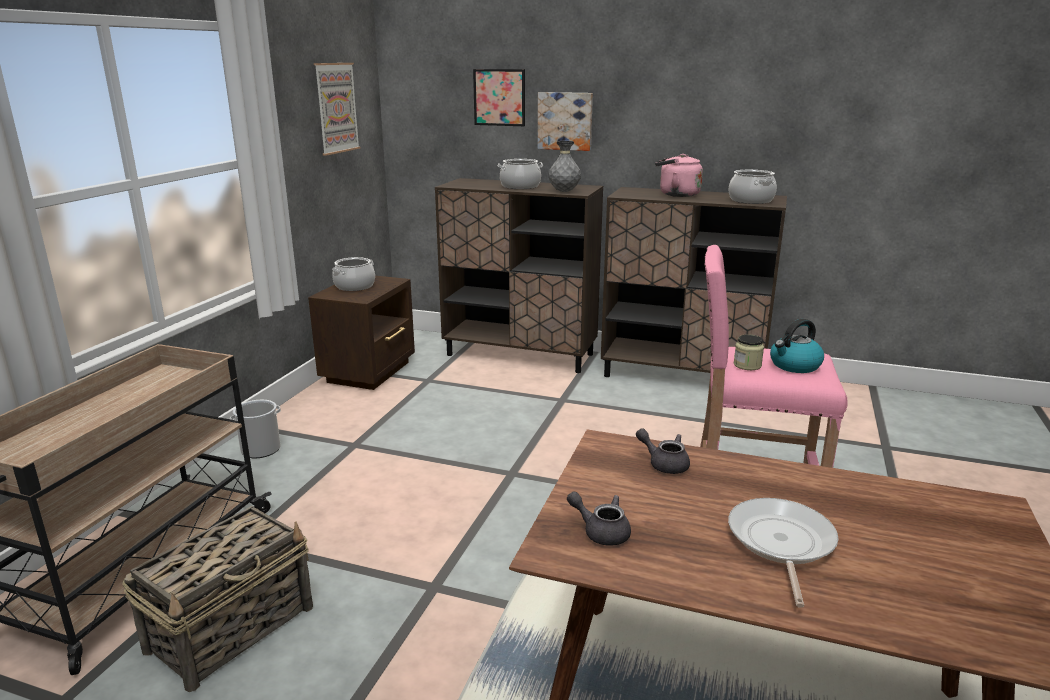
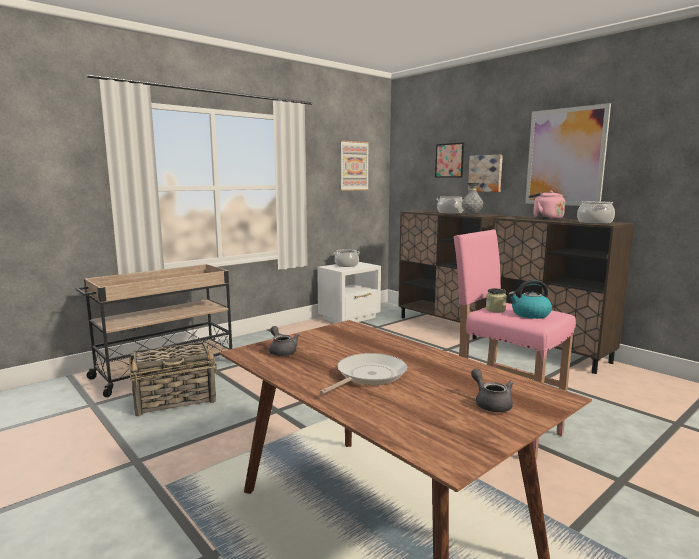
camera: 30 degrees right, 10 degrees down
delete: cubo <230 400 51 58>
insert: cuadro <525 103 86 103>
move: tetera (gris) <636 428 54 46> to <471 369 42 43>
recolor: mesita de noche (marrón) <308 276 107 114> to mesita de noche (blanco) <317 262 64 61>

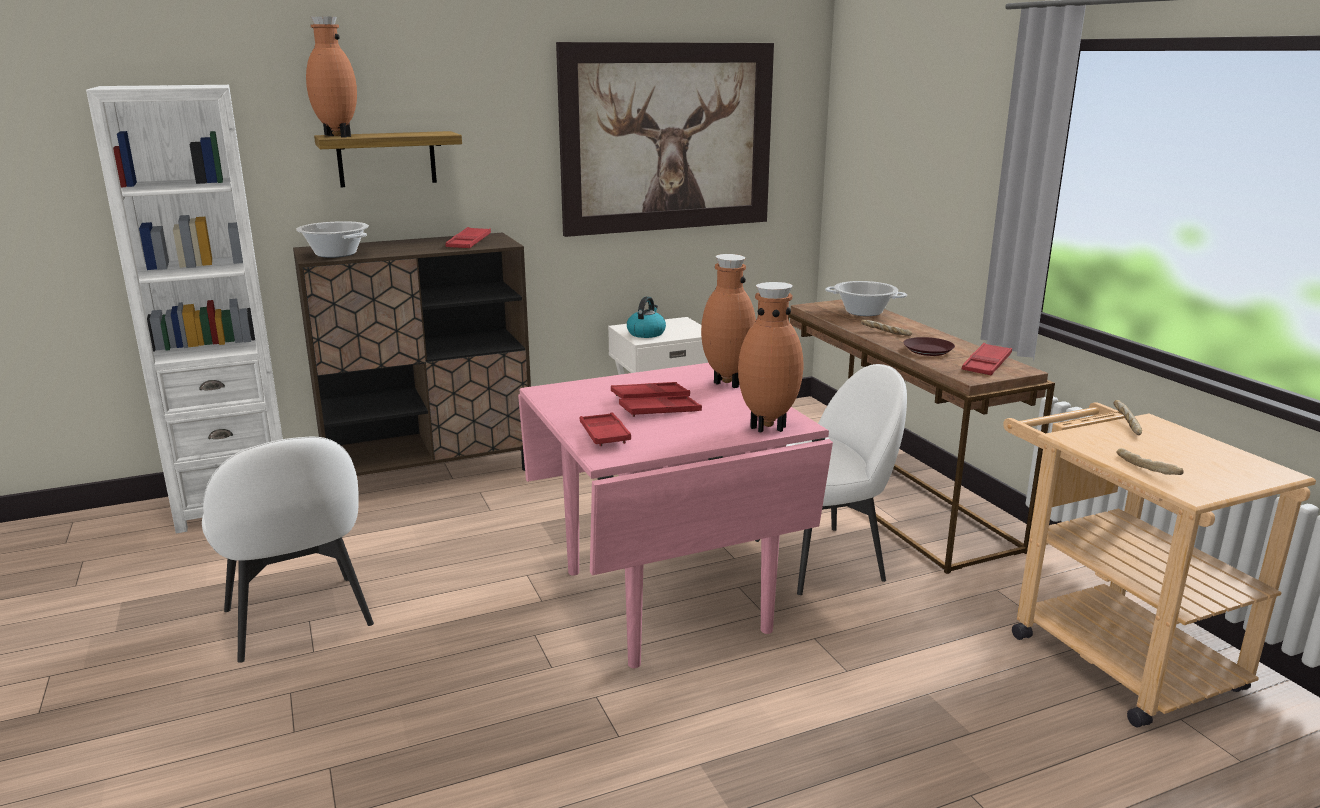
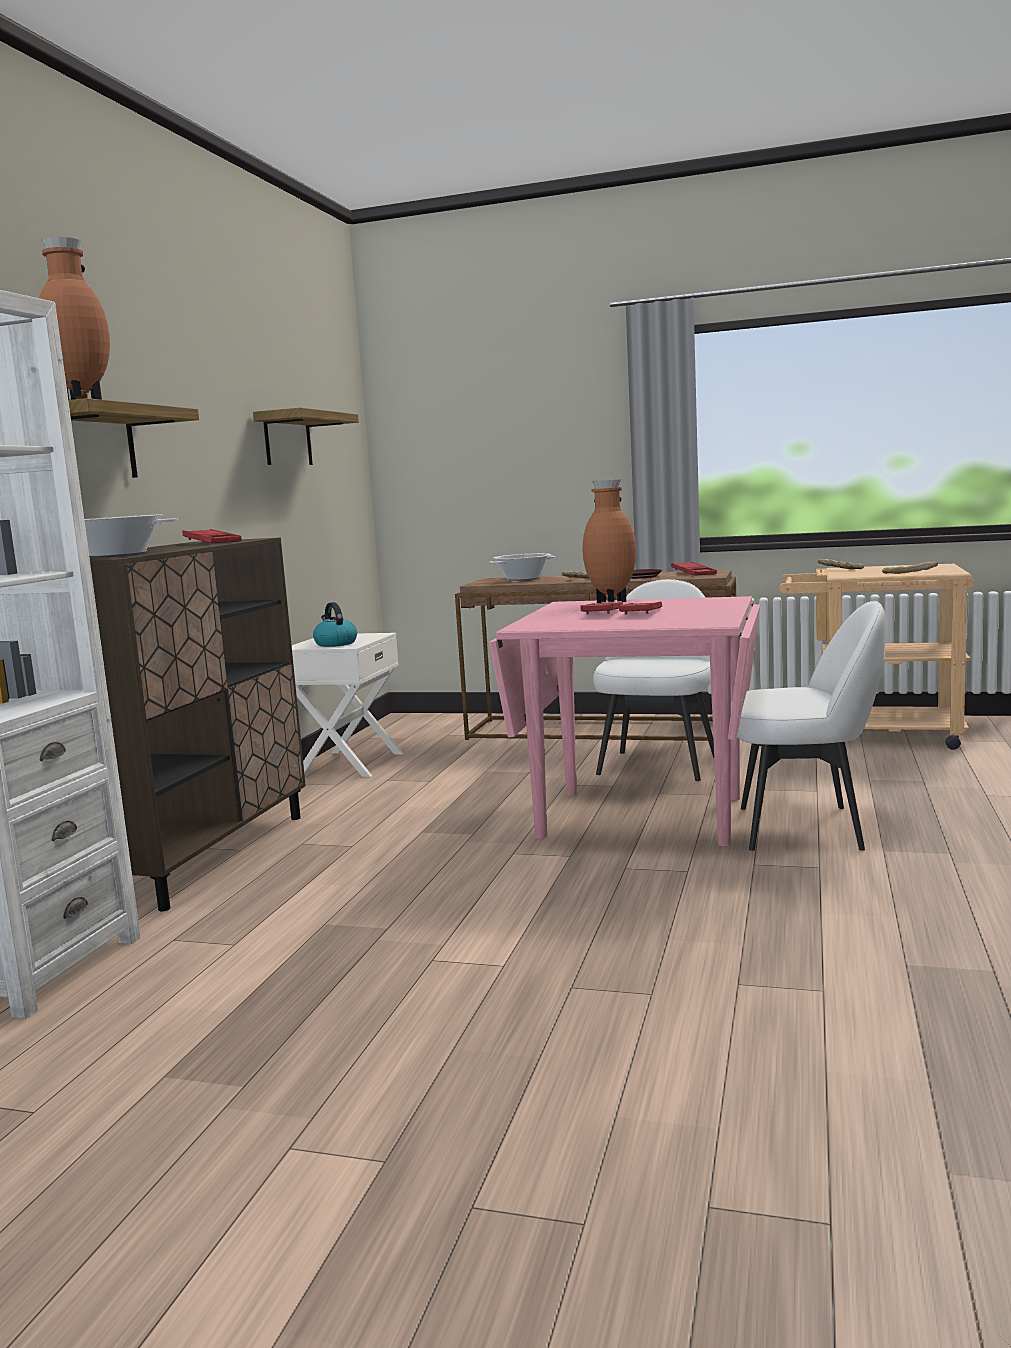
camera: 50 degrees left, 10 degrees down
delete: florero (marrón) <738 282 65 150>; bandeja (rojo) <580 412 51 34>
move: silla (blanco) <202 437 172 226> to <731 601 155 250>
replace: cuadro <556 42 218 195> to estante <253 408 106 57>

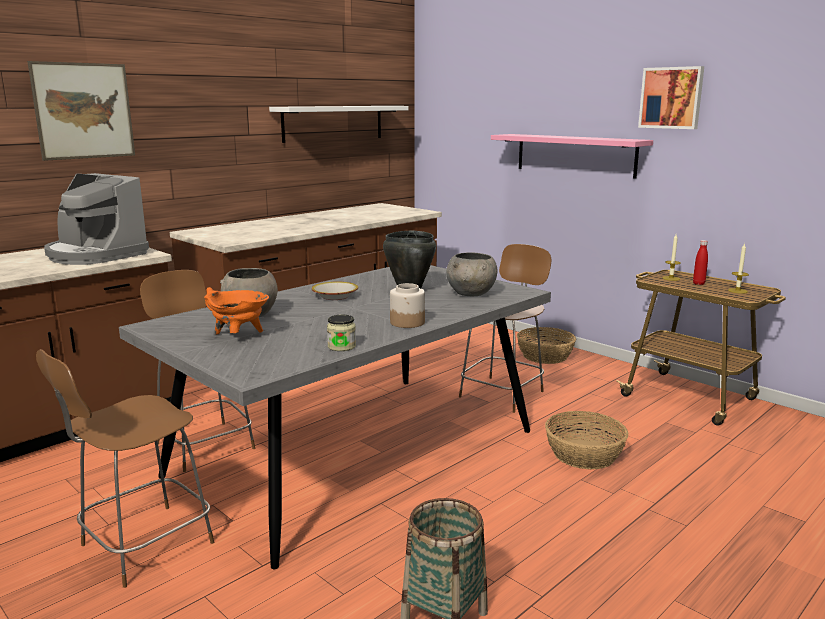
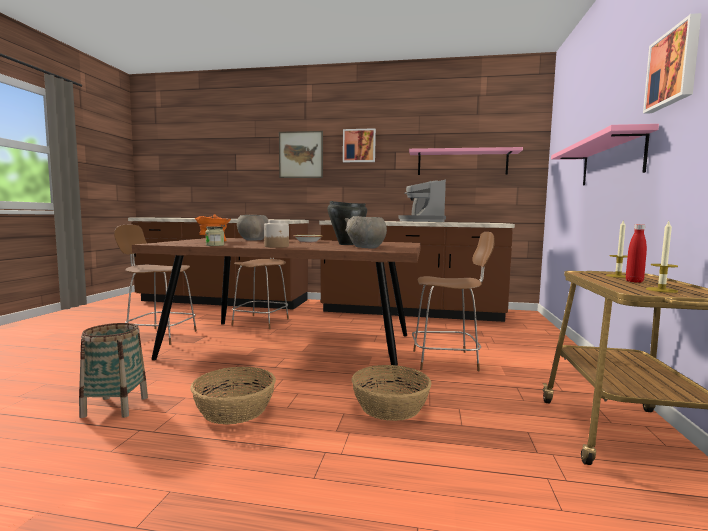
camera: 55 degrees right, 10 degrees down
insert: cuadro <343 128 33 34>
move: cafetera <44 173 105 92> to <398 180 48 42>; cesta <517 327 59 37> to <190 367 86 57>
recolor: estante (blanco) <269 106 140 37> to estante (rosa) <409 147 114 28>; mesa de comedor (gris) <119 265 432 304> to mesa de comedor (marrón) <132 238 289 138>

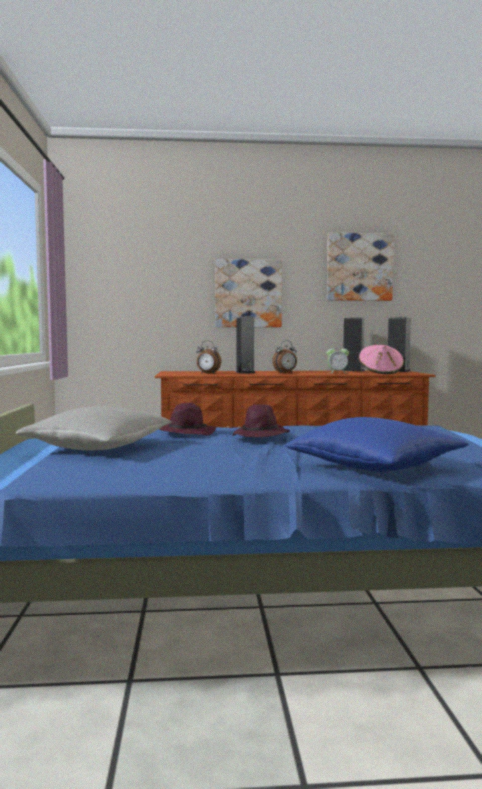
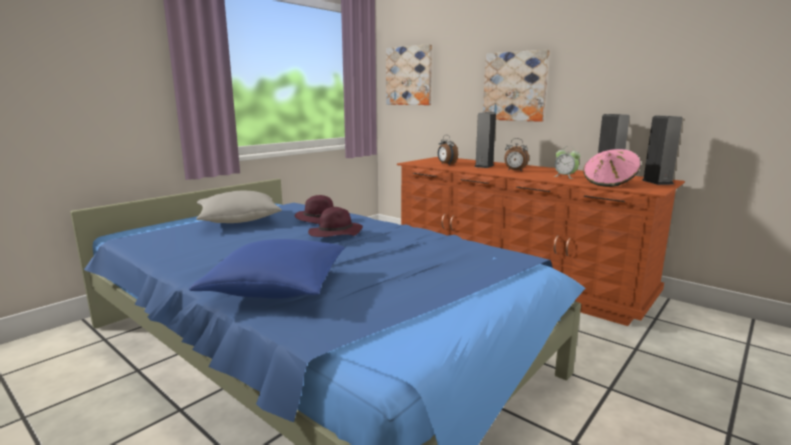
camera: 45 degrees right, 10 degrees up
move: cuadro <327 233 67 68> to <386 44 46 61>

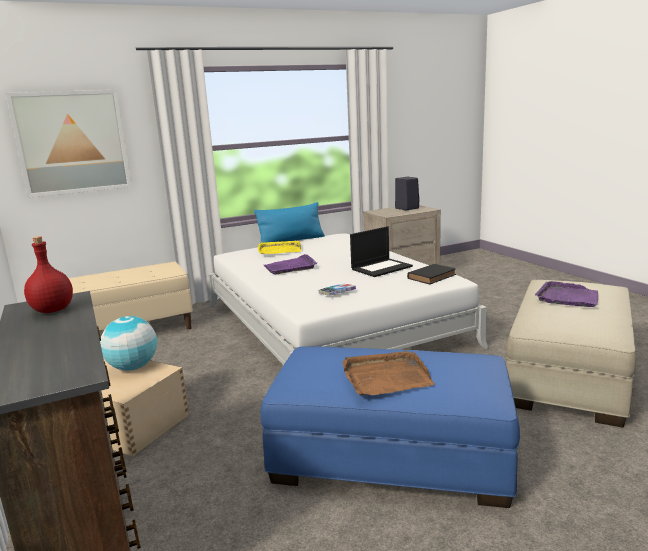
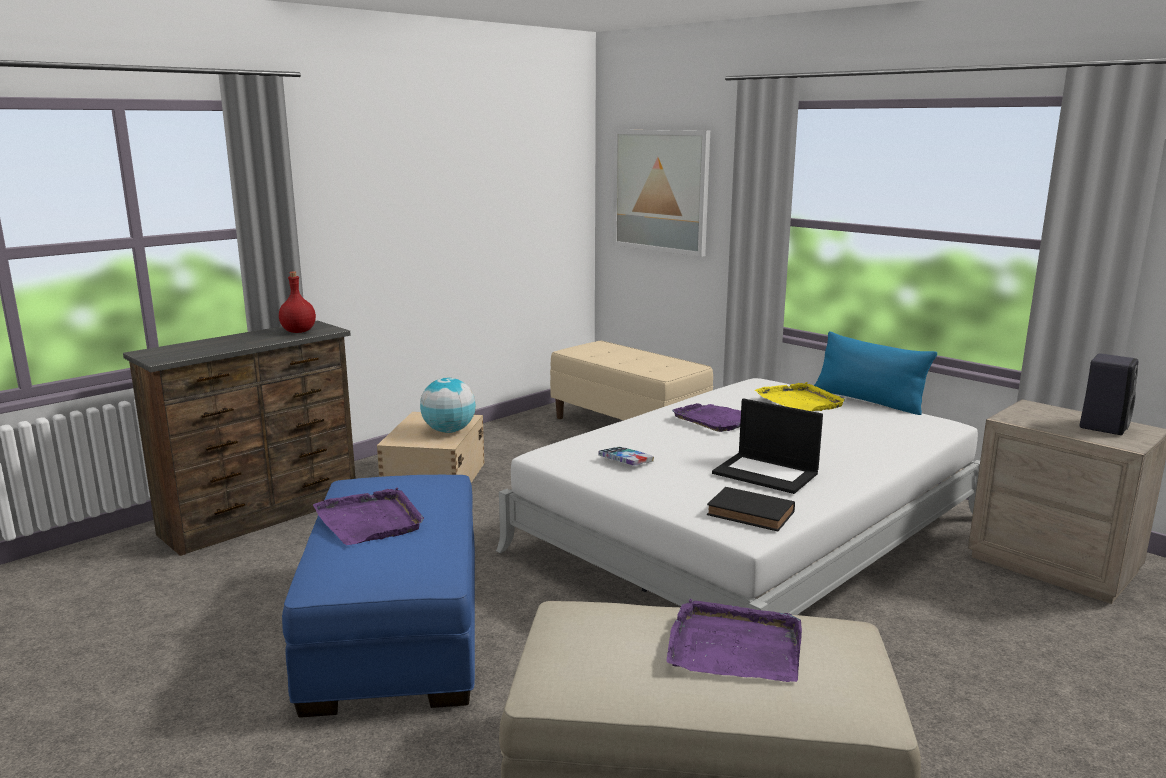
camera: 70 degrees right, 0 degrees up
recolor: bandeja (marrón) <342 351 93 45> to bandeja (morado) <313 488 111 57>

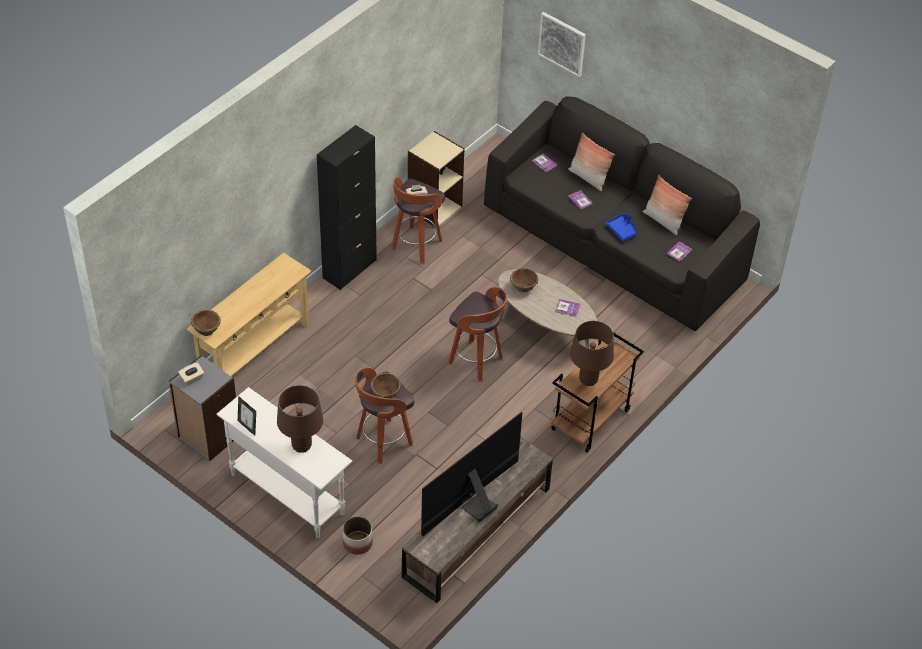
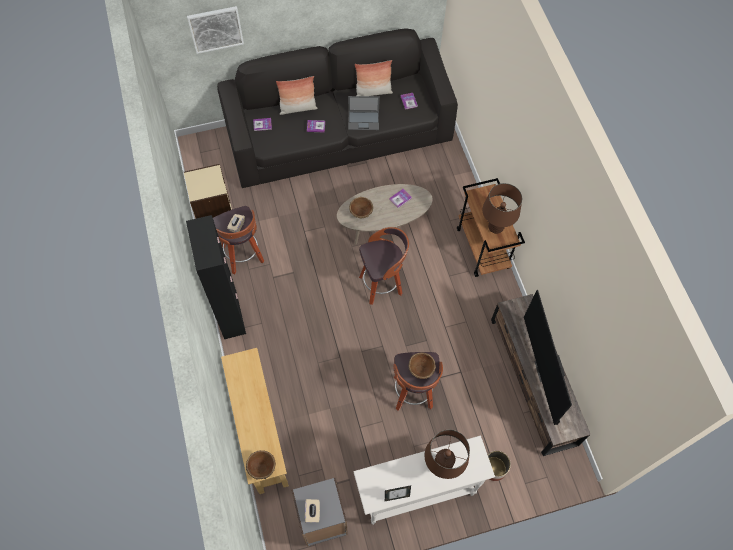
camera: 55 degrees left, 15 degrees up
replace: bandeja (azul) <605 213 32 29> to portátil <348 96 32 34>

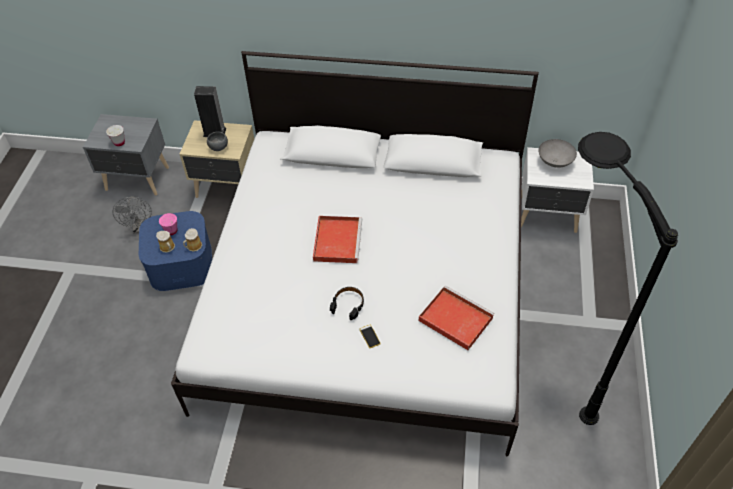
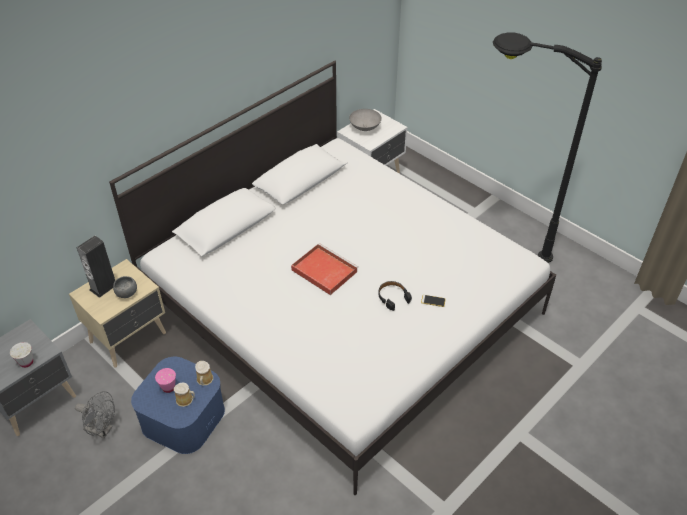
camera: 55 degrees left, 5 degrees down
delete: bandeja (rojo) <419 286 75 64>

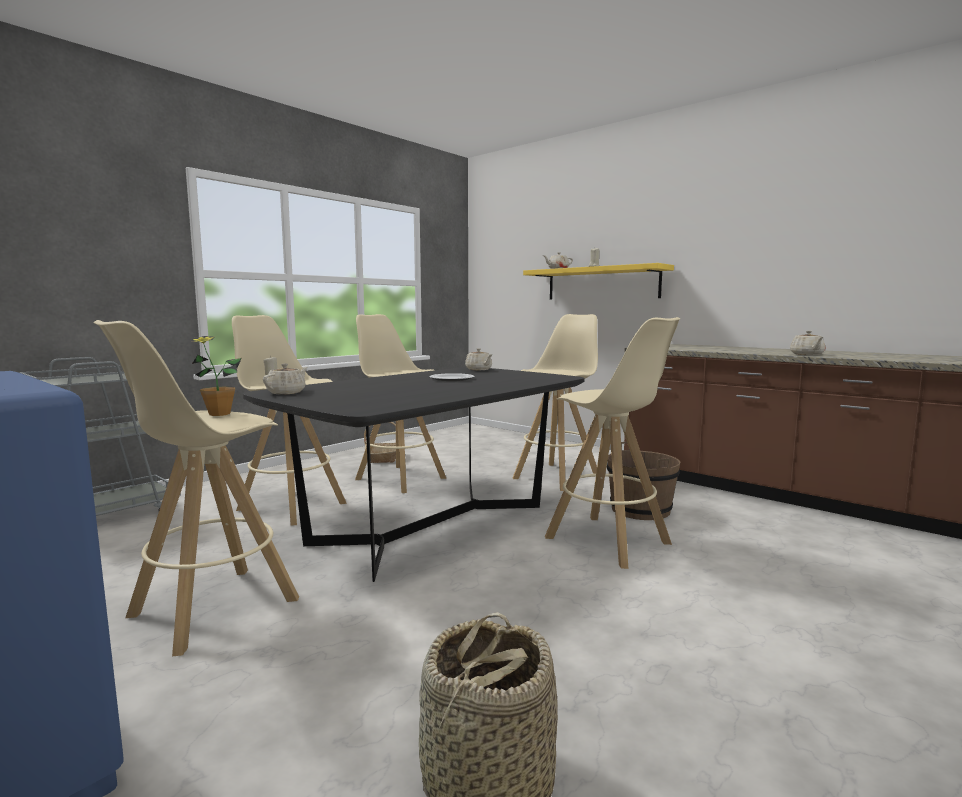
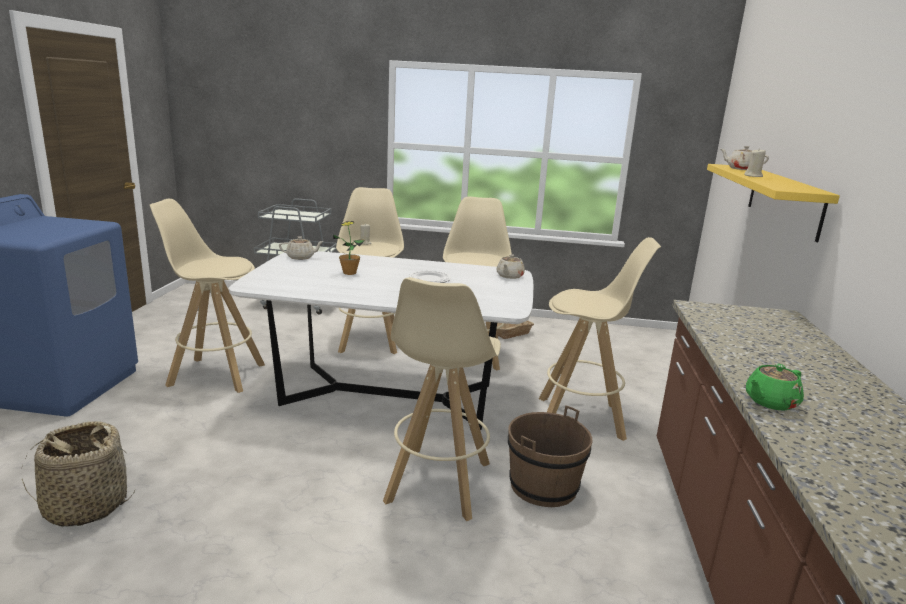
camera: 55 degrees right, 10 degrees up
move: planta en maceta <191 336 51 80> to <333 221 32 54>
recolor: tetera (beis) <790 331 35 24> to tetera (verde) <746 364 58 47>; mesa de comedor (negro) <243 367 342 215> to mesa de comedor (blanco) <229 251 304 179>

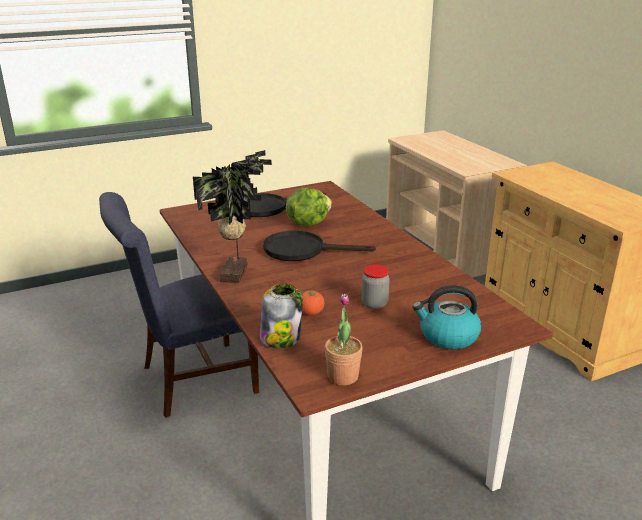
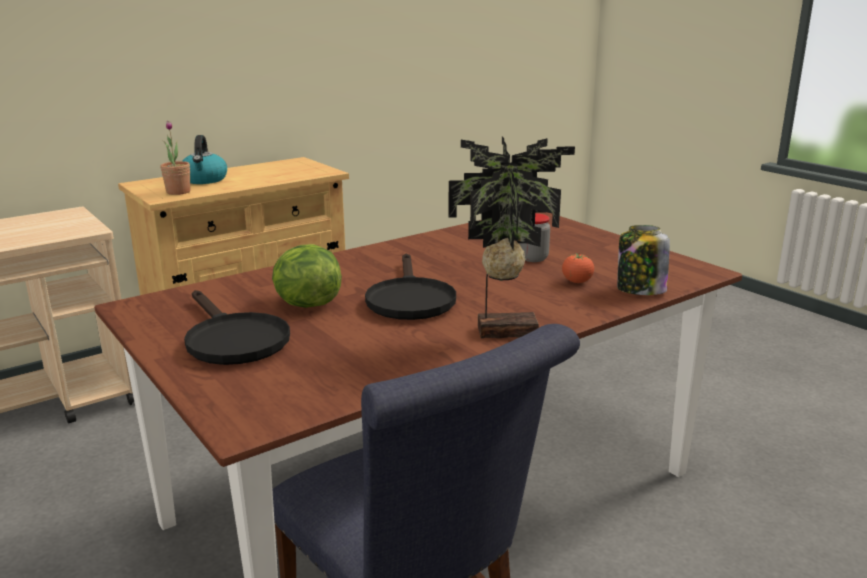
camera: 100 degrees left, 5 degrees down
move: hervidor <413 285 68 64> to <182 135 45 49>; planta en maceta <325 294 38 91> to <160 121 31 74>

